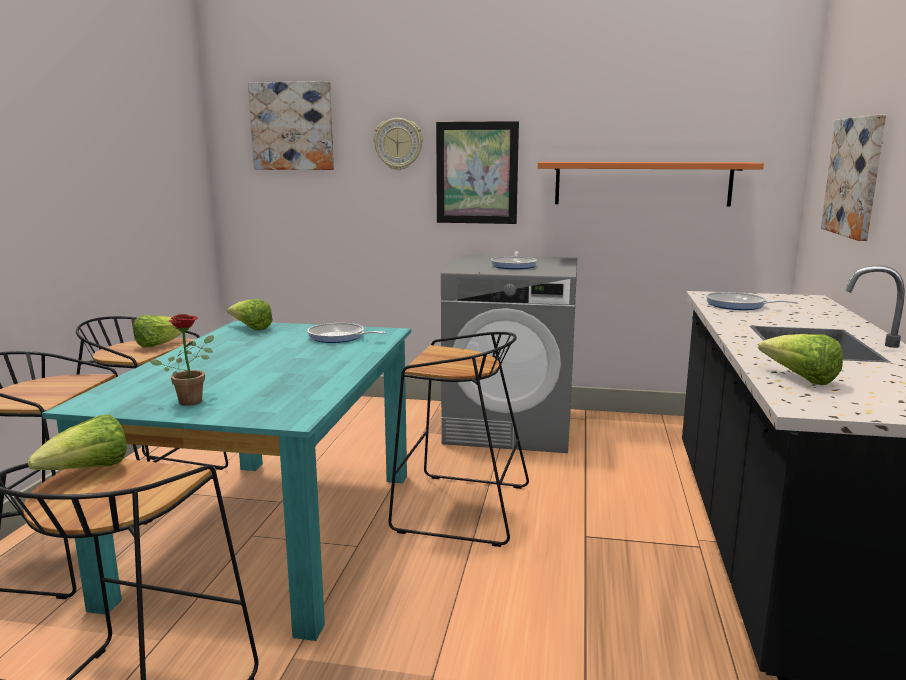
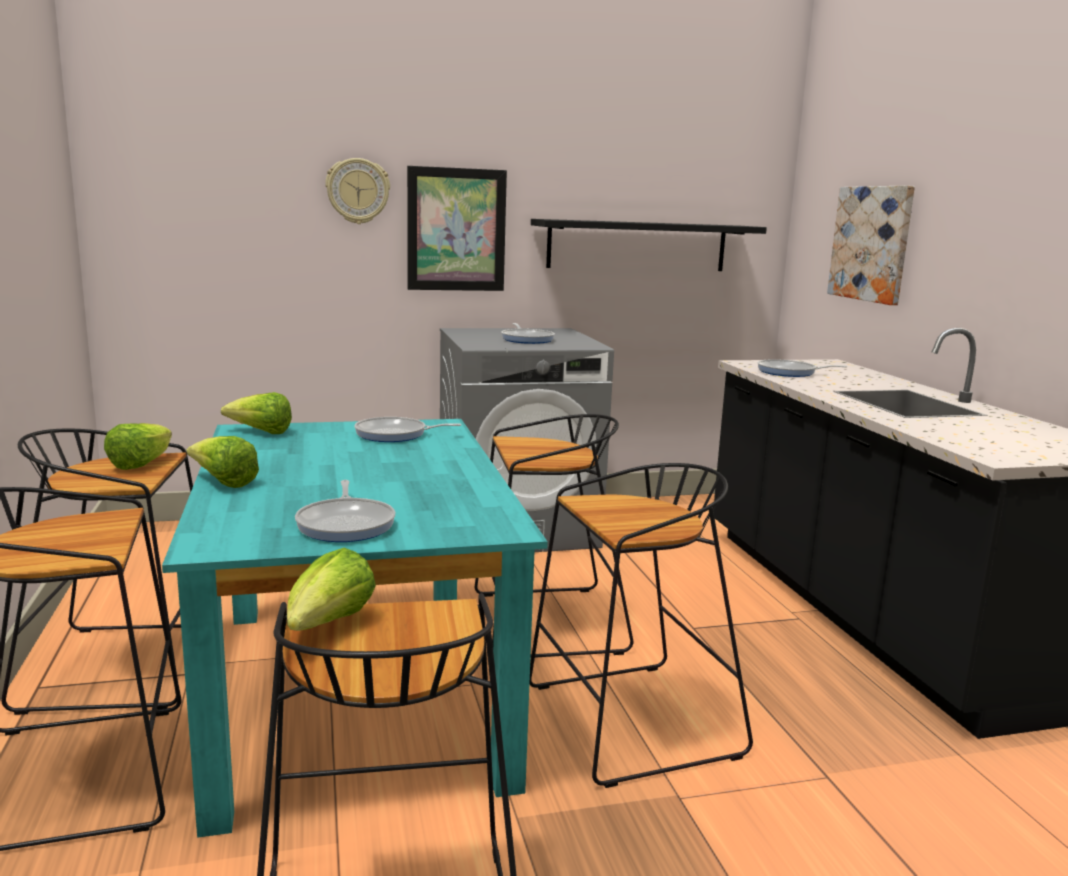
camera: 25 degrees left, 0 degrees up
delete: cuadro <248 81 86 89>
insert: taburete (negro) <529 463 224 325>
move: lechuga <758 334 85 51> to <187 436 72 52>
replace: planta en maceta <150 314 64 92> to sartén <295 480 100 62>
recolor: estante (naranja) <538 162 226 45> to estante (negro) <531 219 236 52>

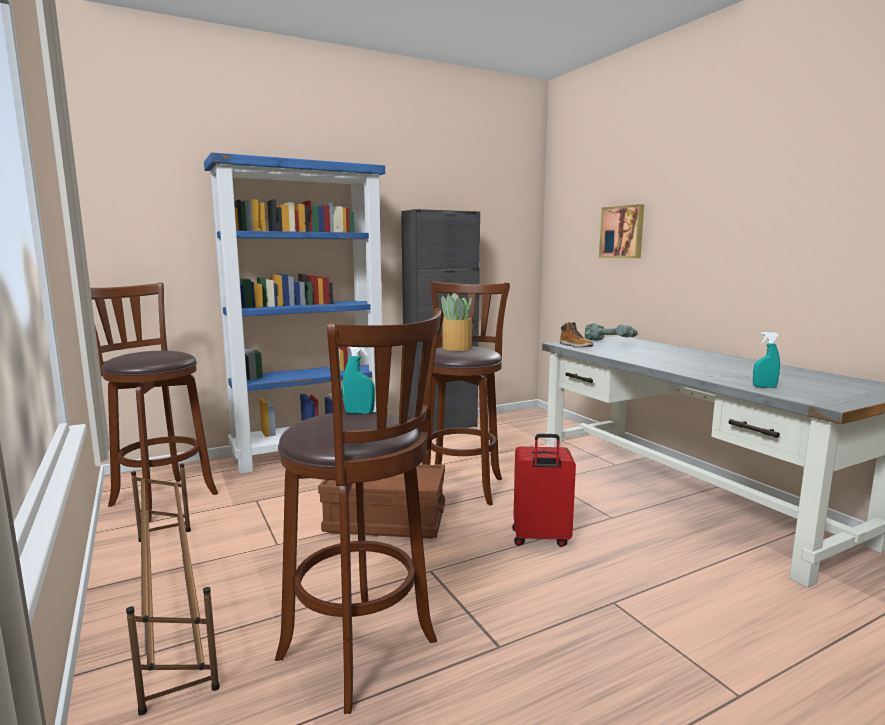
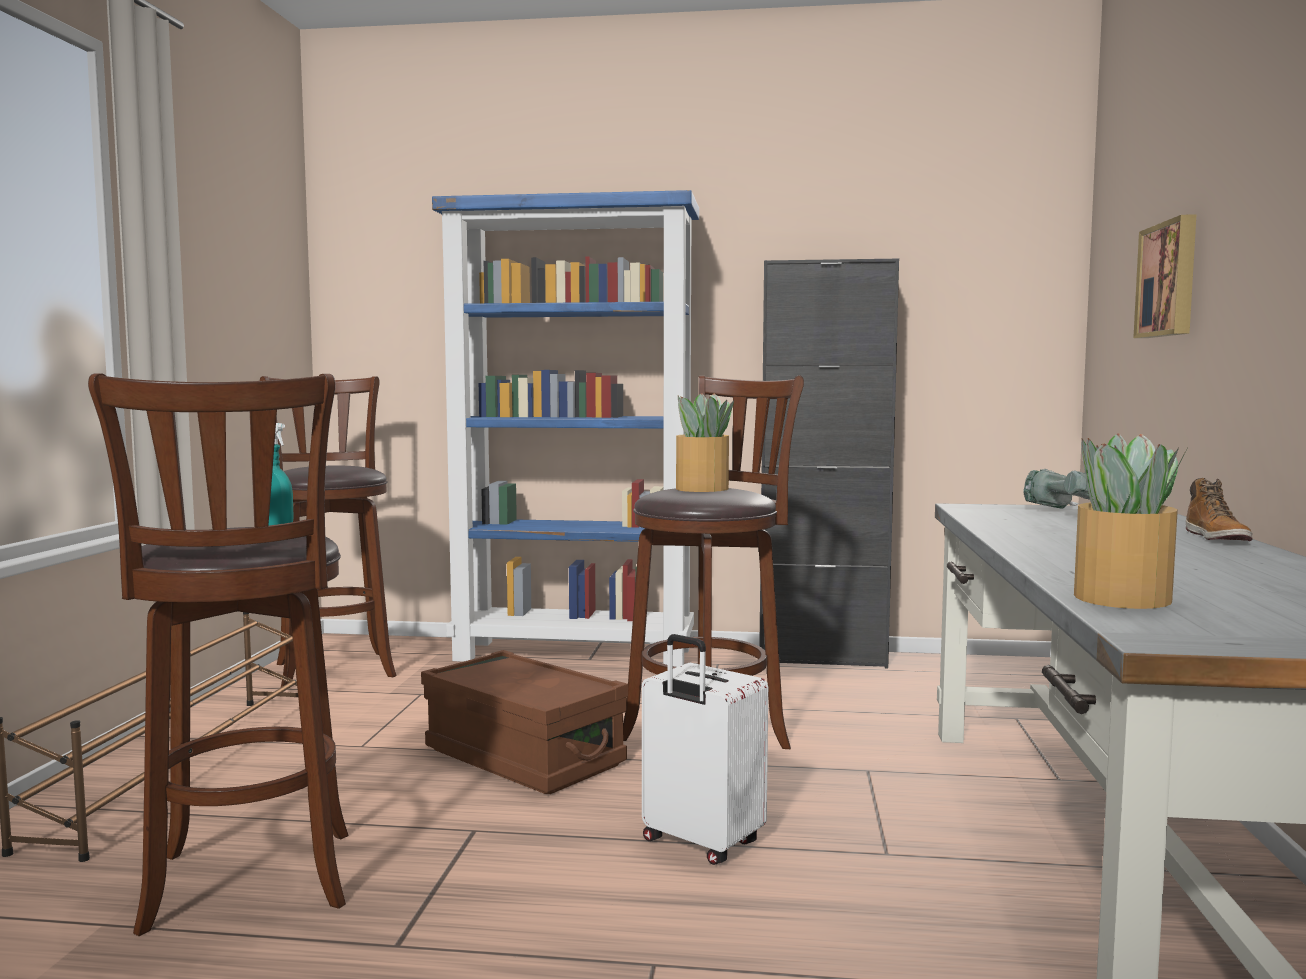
camera: 35 degrees right, 5 degrees down
move: bota <560 322 33 26> to <1186 478 67 63>
replace: pulverizador (turquesa) <753 332 27 56> to planta en maceta <1074 433 112 176>
recolor: maleta (rojo) <512 434 64 113> to maleta (blanco) <642 634 126 231>

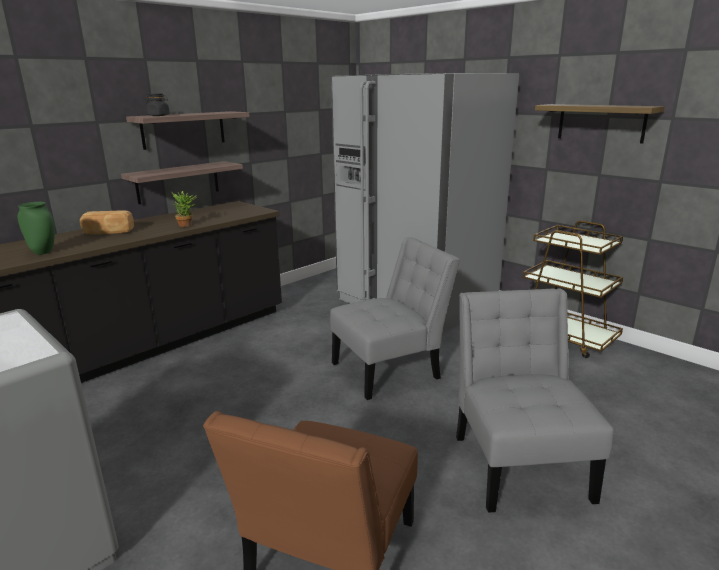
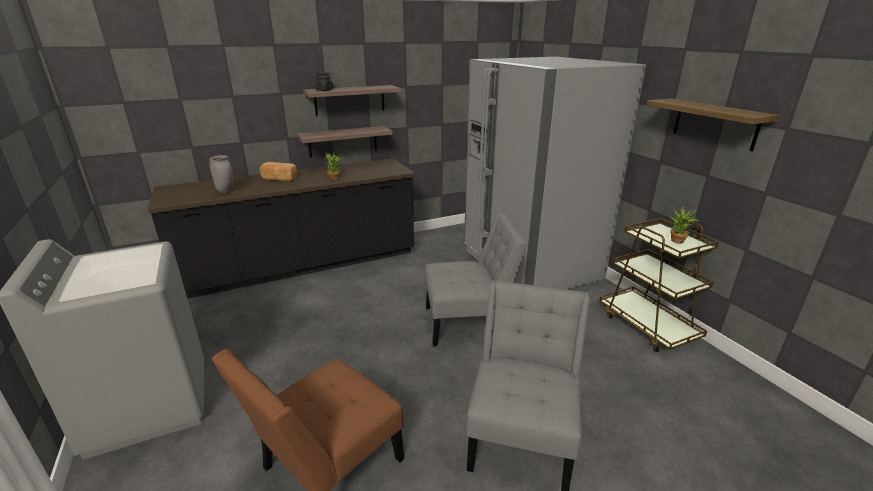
camera: 20 degrees right, 5 degrees up
insert: planta en maceta <670 207 30 37>
recolor: florero (verde) <18 202 37 53> to florero (gris) <209 155 25 39>

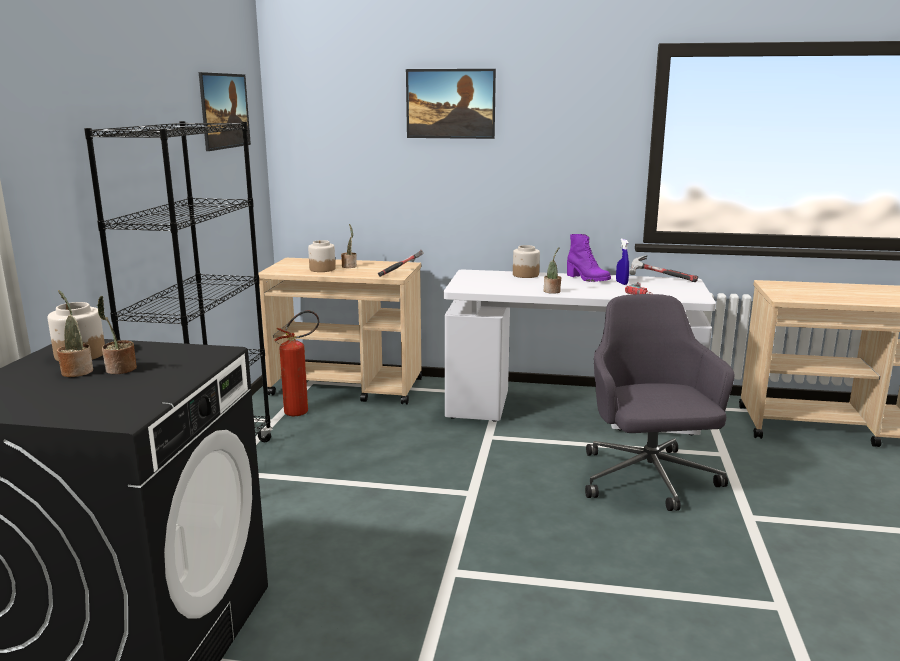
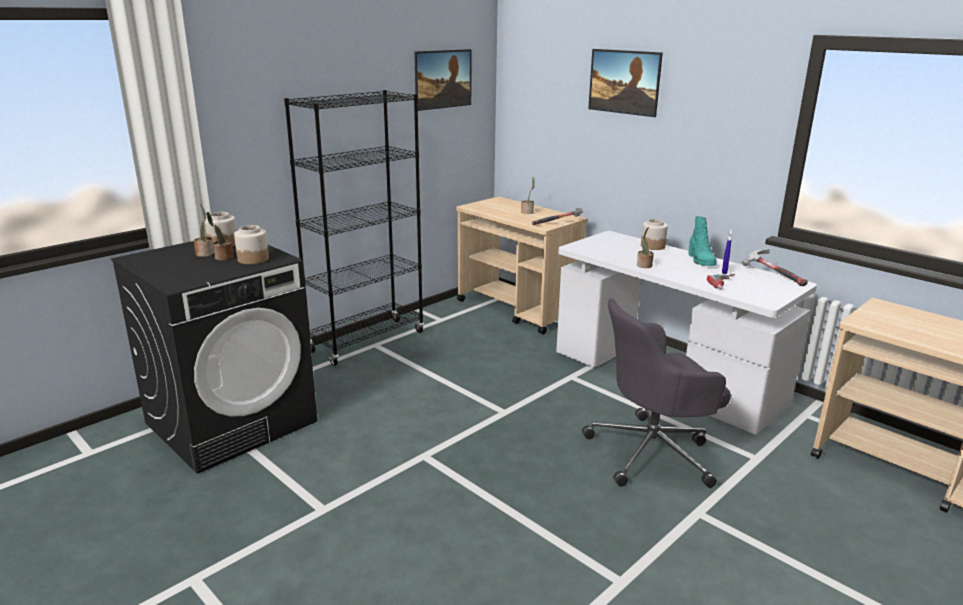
camera: 35 degrees right, 5 degrees up
delete: extintor <274 311 45 105>
move: tarro <308 240 27 32> to <234 225 35 39>
recolor: bota (morado) <567 234 44 48> to bota (turquesa) <688 216 29 50>
rotate: silla de oficina (gris) <585 294 150 217> = <582 298 149 190> 135 degrees counterclockwise

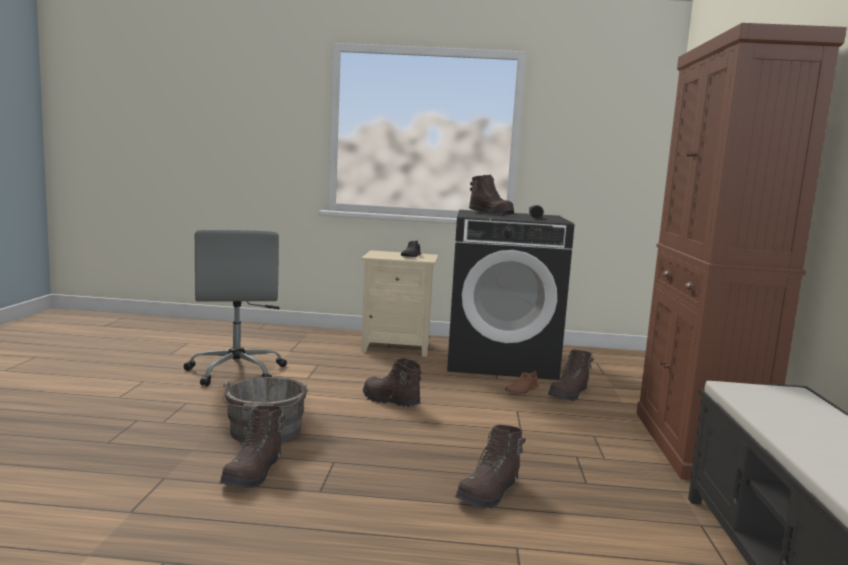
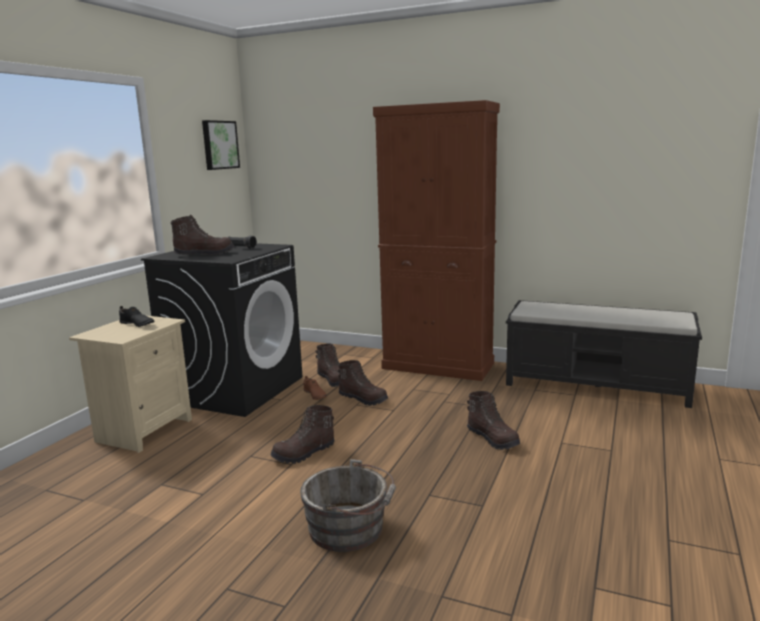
camera: 70 degrees left, 5 degrees up
delete: silla de oficina (gris) <183 229 104 157>
insert: cuadro <202 120 38 50>
move: bota (marrón) <220 406 66 82> to <338 360 50 46>

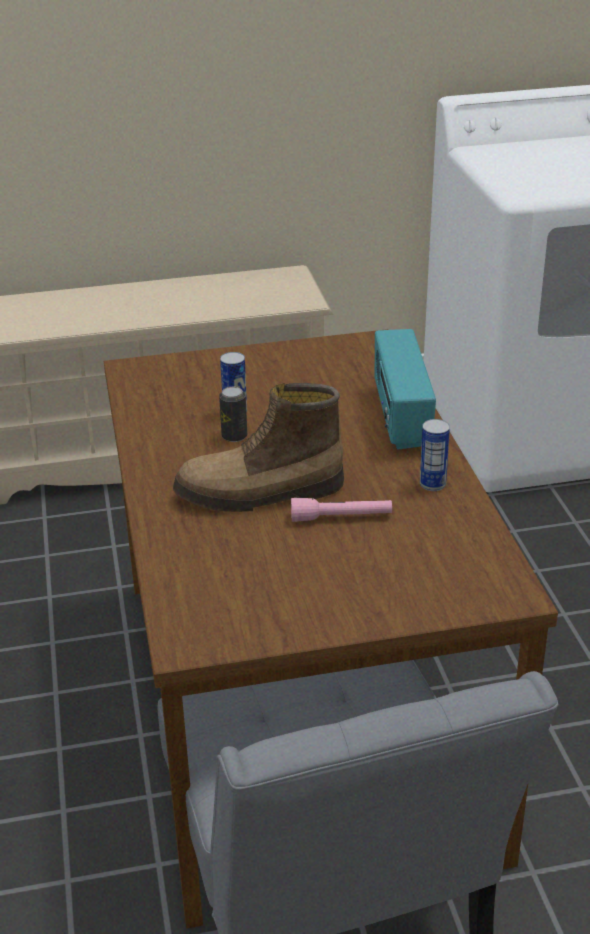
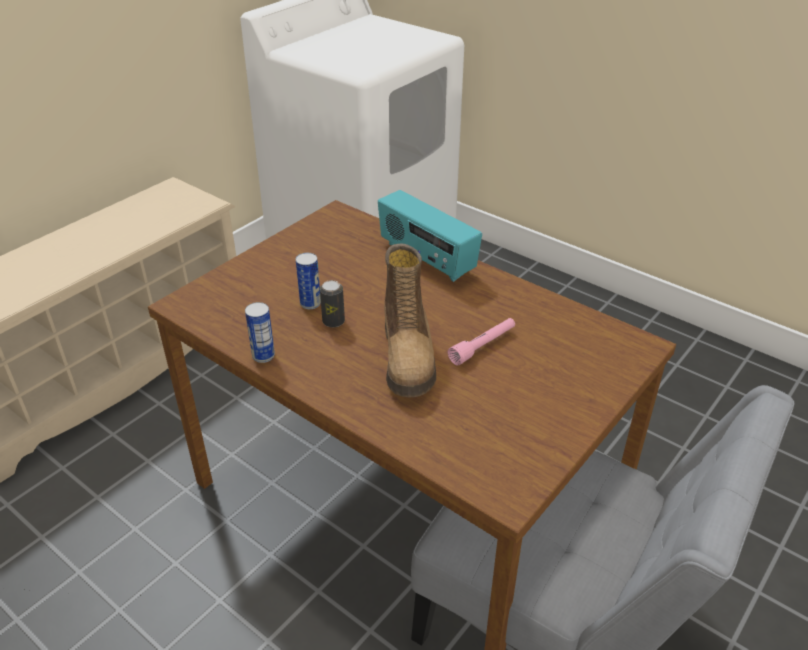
camera: 40 degrees left, 5 degrees up
move: lata <420 419 30 72> to <245 302 30 61>
rotate: bota <173 383 171 129> = <384 244 52 153> 45 degrees counterclockwise

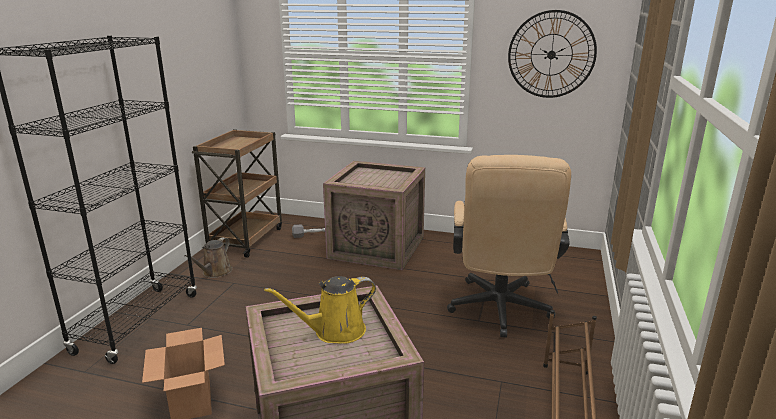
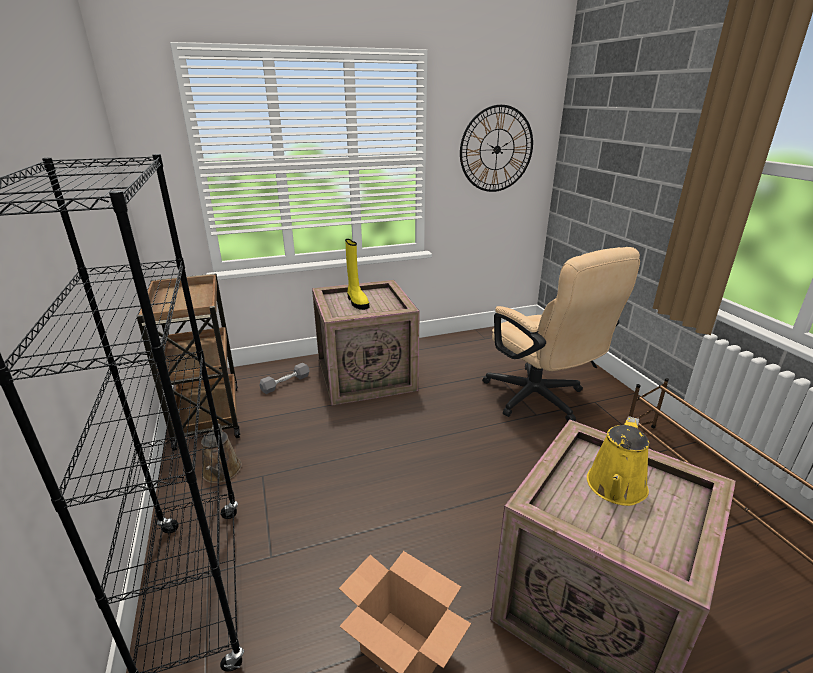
camera: 35 degrees left, 5 degrees up
insert: bota (amarillo) <345 239 24 71>

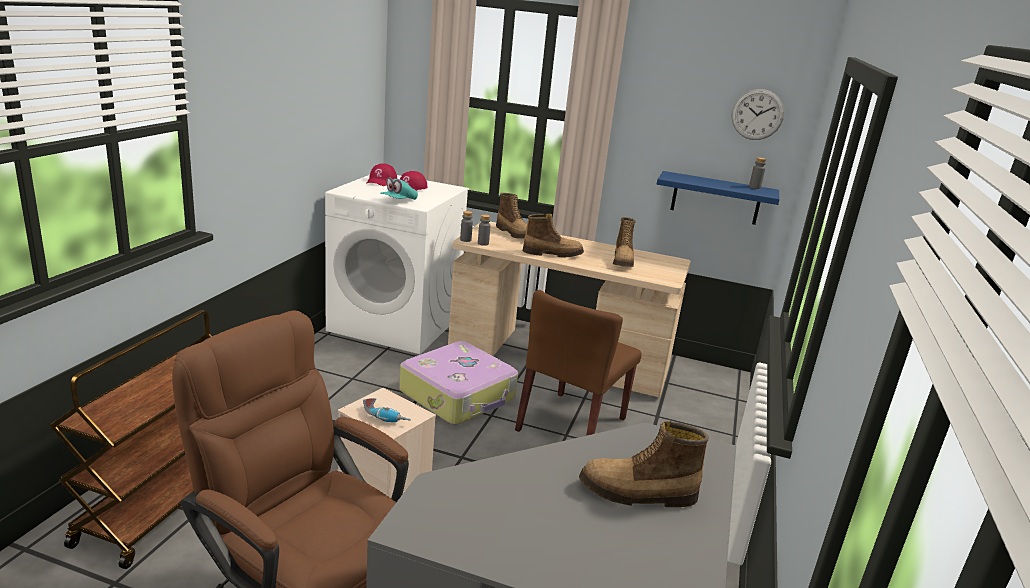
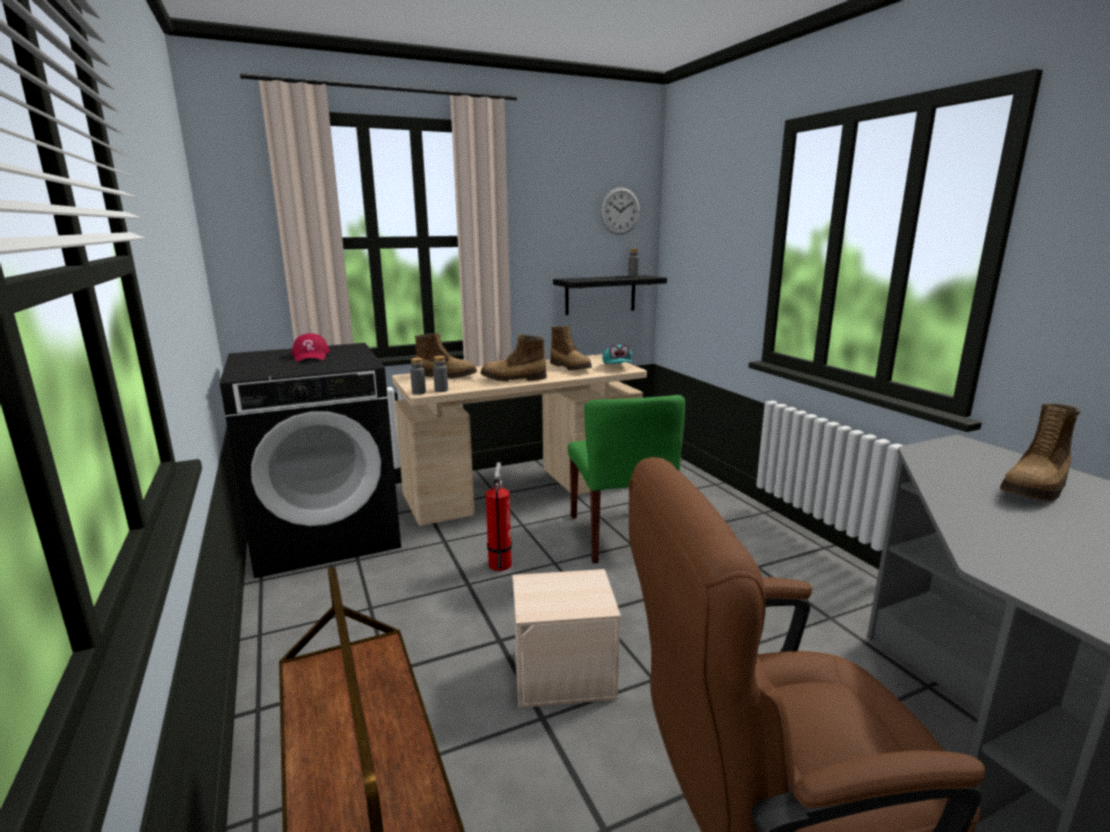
camera: 40 degrees left, 5 degrees down
delete: gorra (rojo) <366 163 31 23>; taladro <363 398 48 24>
move: gorra (turquesa) <380 177 38 23> to <602 344 31 20>
replace: maleta <399 341 119 84> to extintor <486 462 26 109>
recolor: estante (azul) <657 171 123 54> to estante (negro) <553 275 114 40>; lavadora (blanco) <325 175 144 179> to lavadora (negro) <220 343 181 235>; silla (marrón) <515 290 127 146> to silla (verde) <568 395 117 169>
rotate: bota <523 213 61 45> = <480 335 67 47> 135 degrees counterclockwise

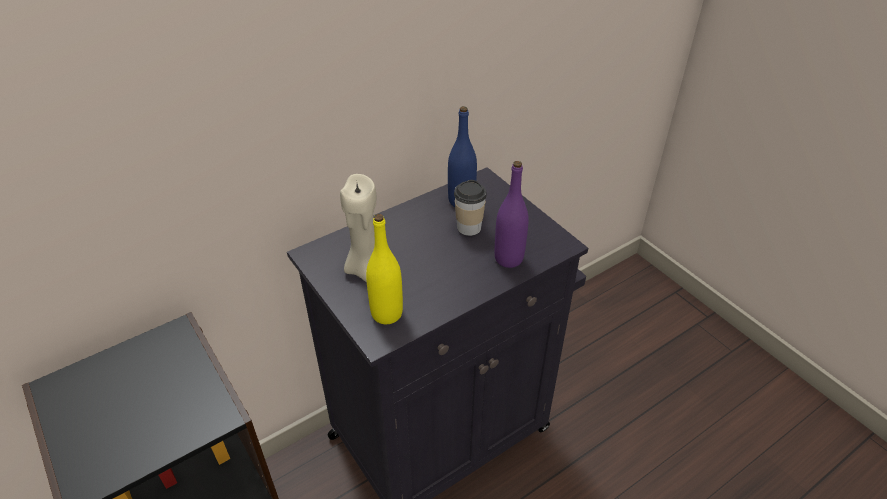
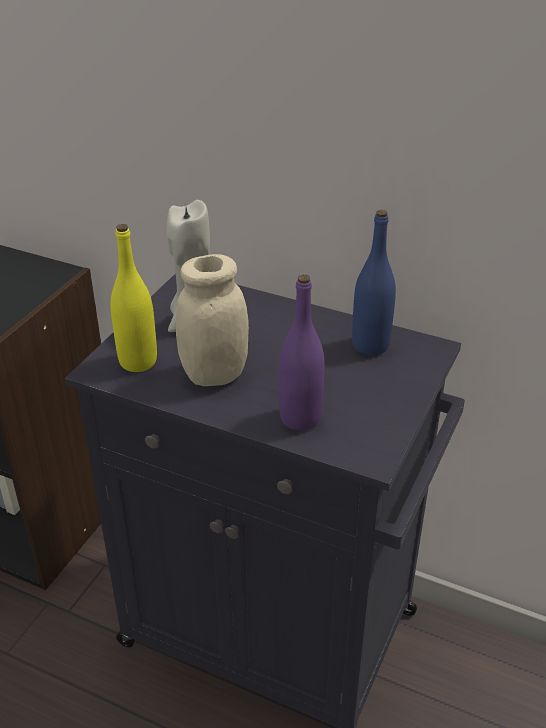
camera: 60 degrees right, 5 degrees down
delete: taza <454 180 33 56>
insert: tarro (beis) <176 254 73 132>

